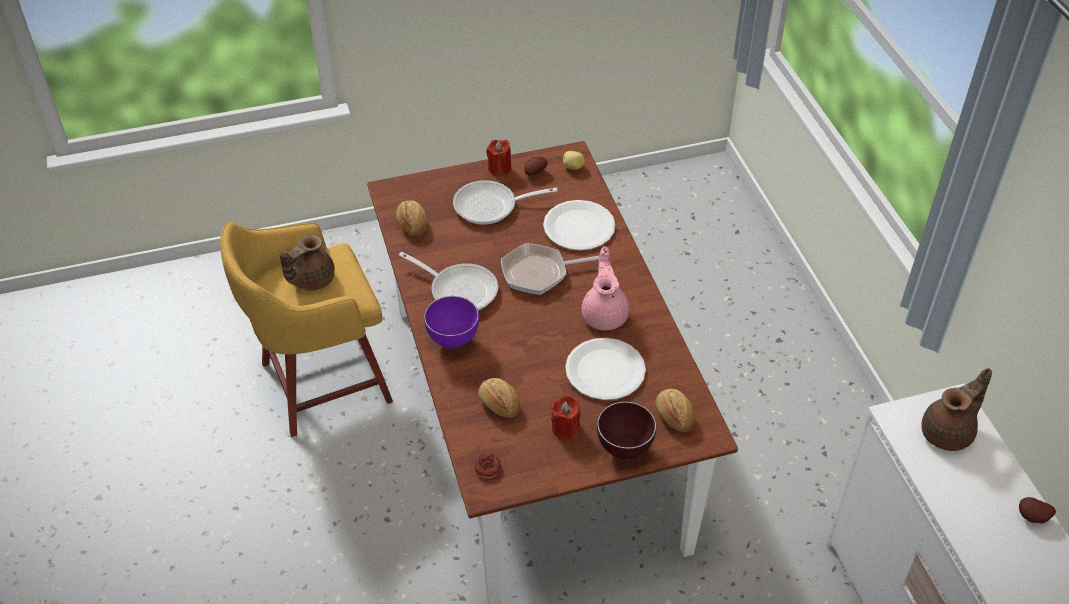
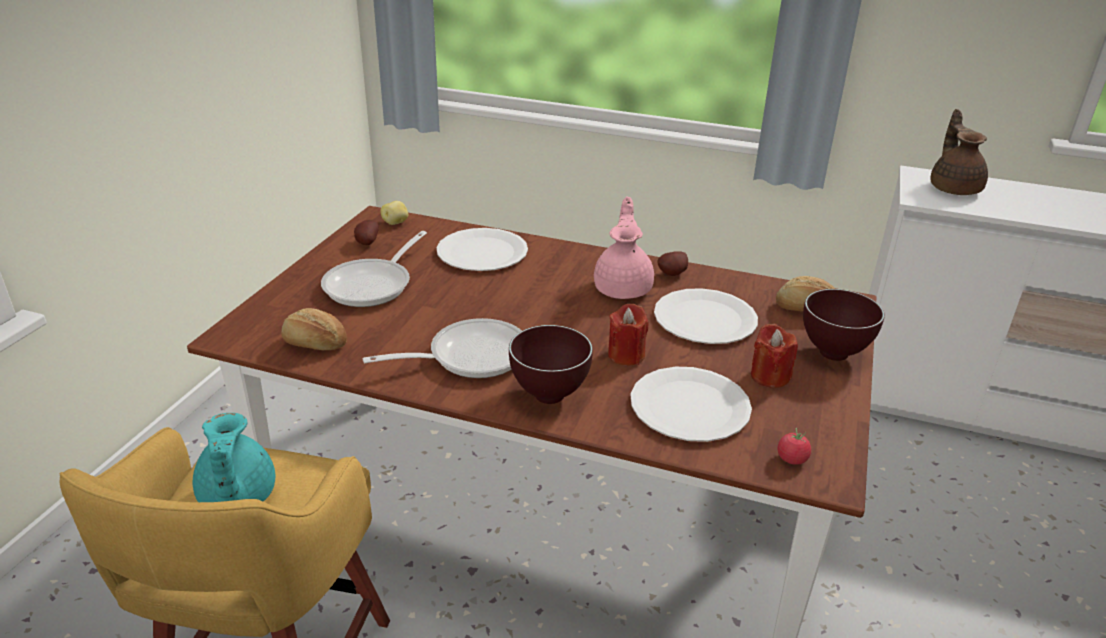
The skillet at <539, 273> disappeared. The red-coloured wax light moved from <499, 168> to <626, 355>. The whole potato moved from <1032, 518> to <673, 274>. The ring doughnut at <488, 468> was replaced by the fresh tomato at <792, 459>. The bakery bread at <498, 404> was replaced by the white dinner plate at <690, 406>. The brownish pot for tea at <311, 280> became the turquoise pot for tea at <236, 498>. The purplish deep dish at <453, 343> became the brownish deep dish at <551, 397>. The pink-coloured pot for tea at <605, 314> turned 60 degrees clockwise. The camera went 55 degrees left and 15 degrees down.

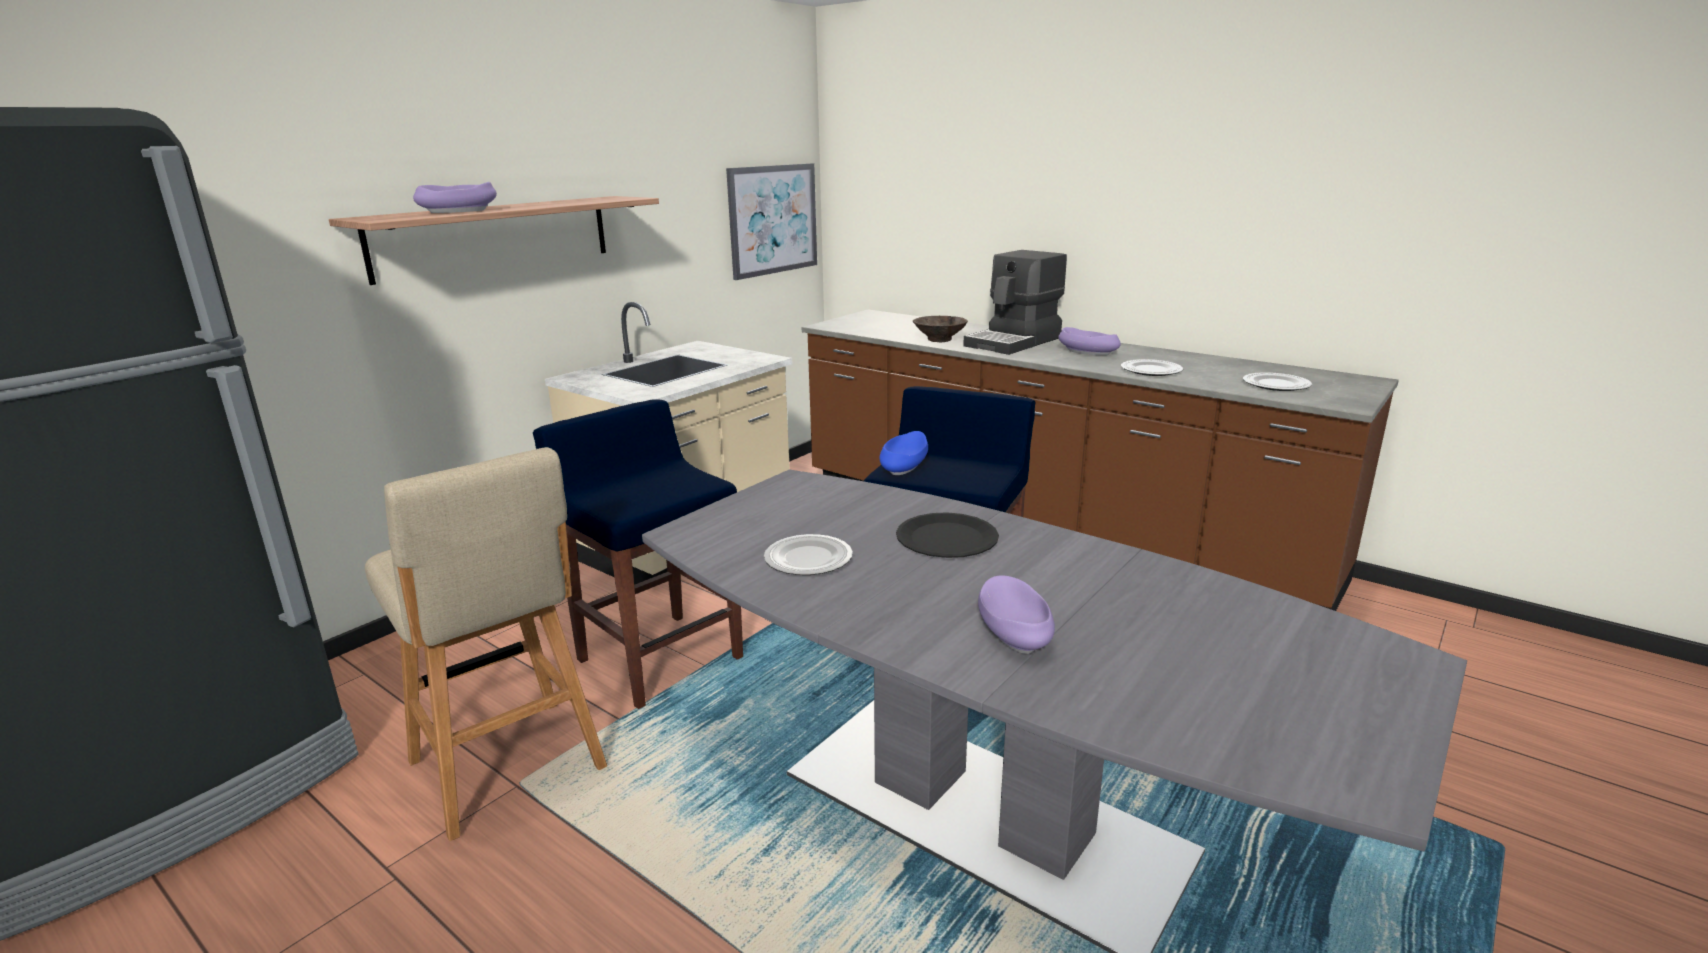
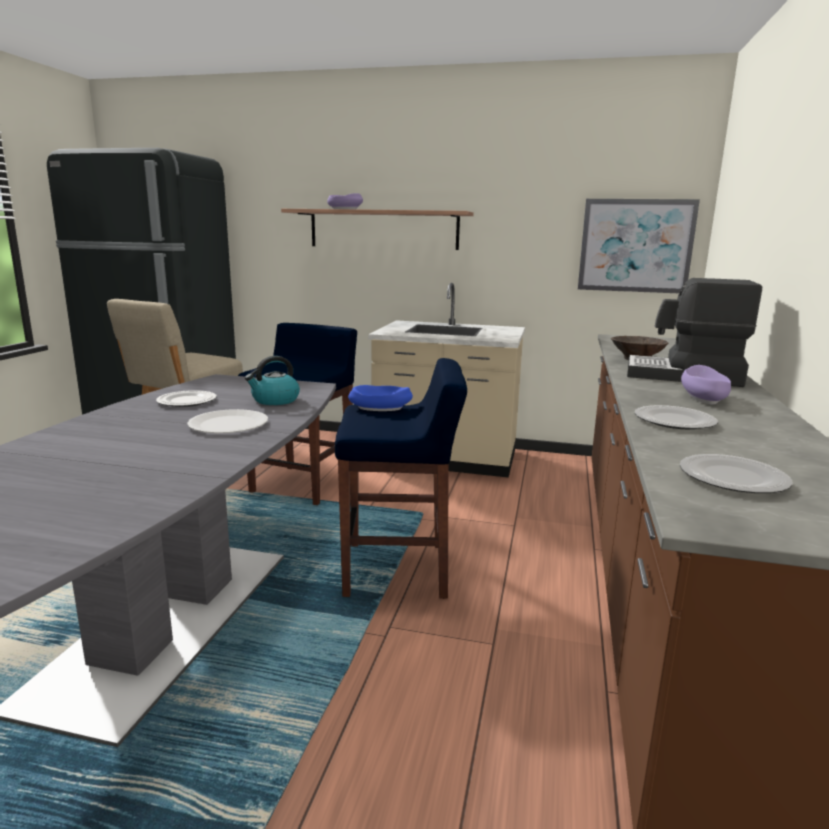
The purplish deep dish at <1014, 633> disappeared. The tea kettle at <275, 400> appeared. The blackish dinner plate at <946, 538> became the white dinner plate at <228, 424>. The camera went 65 degrees right and 5 degrees down.

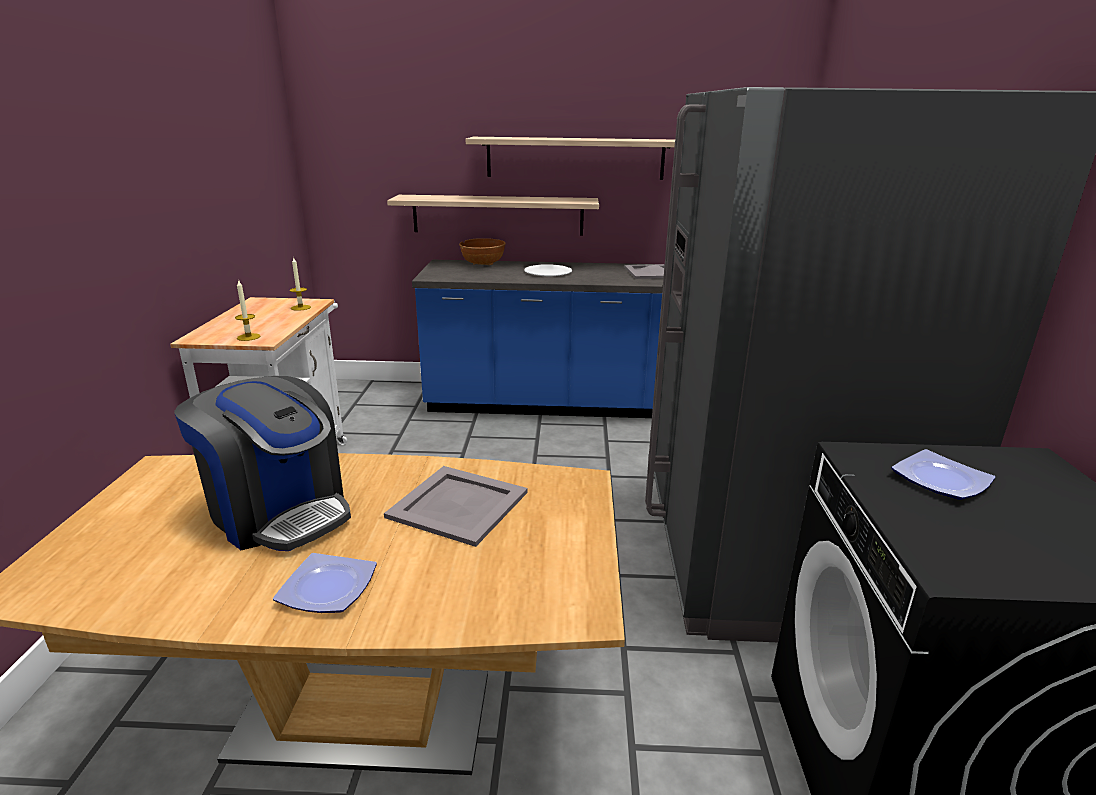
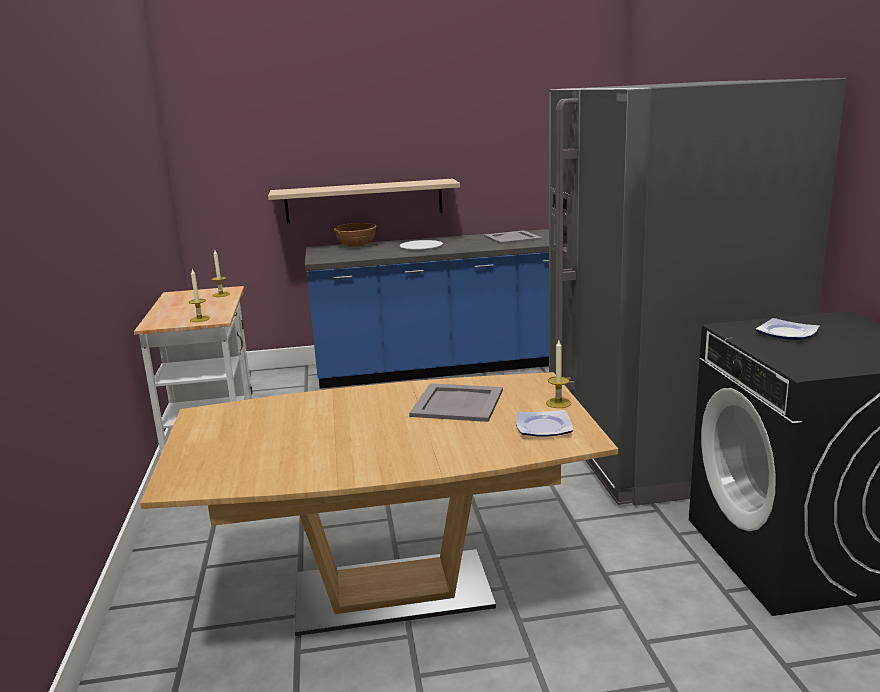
The coffee machine at <278, 512> disappeared. The wall shelf at <575, 158> disappeared. The wax light at <558, 403> appeared. The dinner plate moved from <325, 589> to <542, 428>. The camera went 10 degrees left and 5 degrees down.

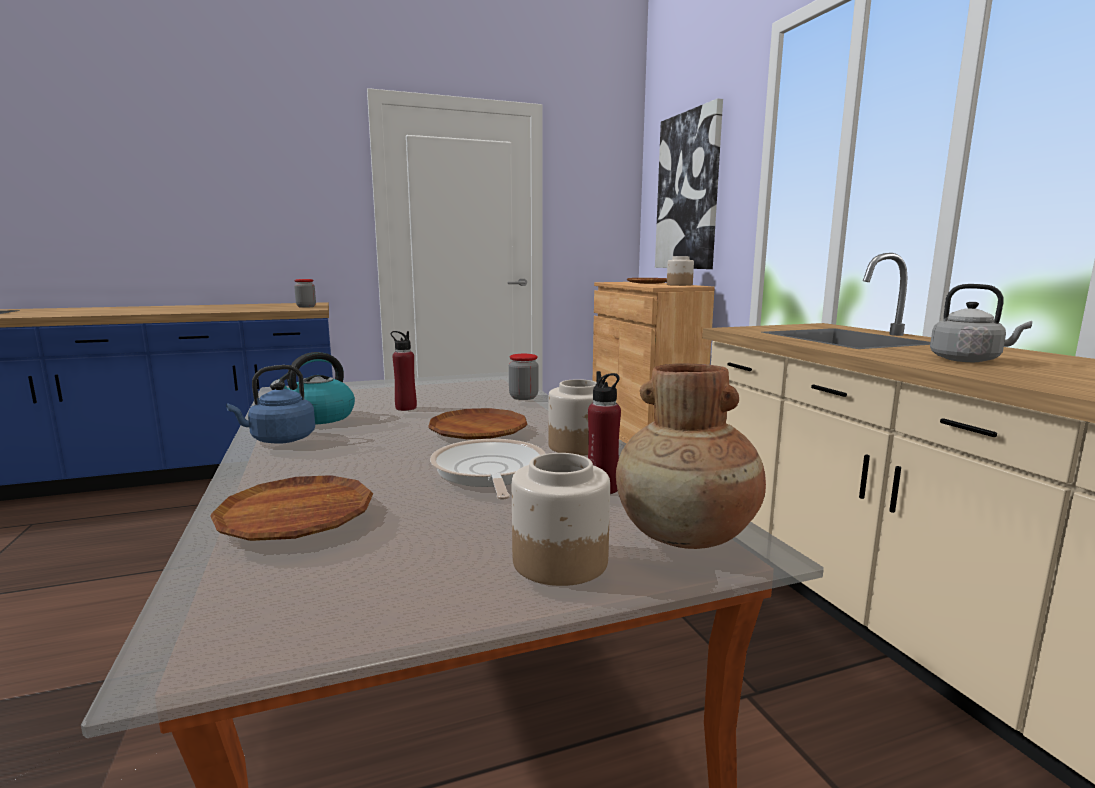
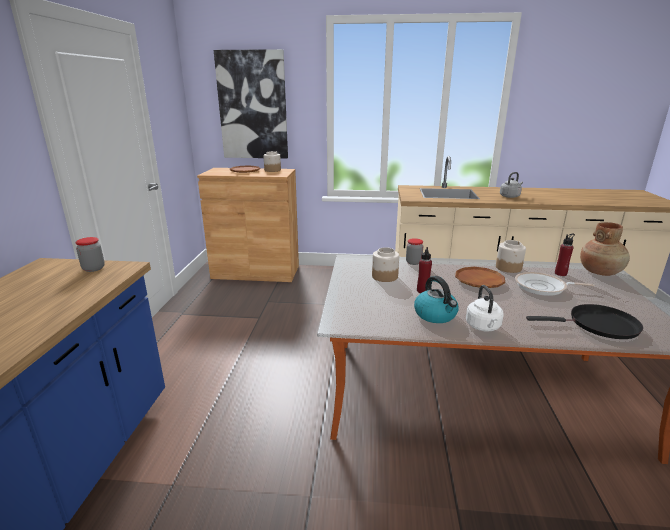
The jar moved from <558, 561> to <384, 277>. The brownish dinner plate at <296, 517> was replaced by the blackish skillet at <598, 325>. The blue tea kettle at <280, 440> became the white tea kettle at <483, 327>. The camera went 65 degrees left and 10 degrees up.

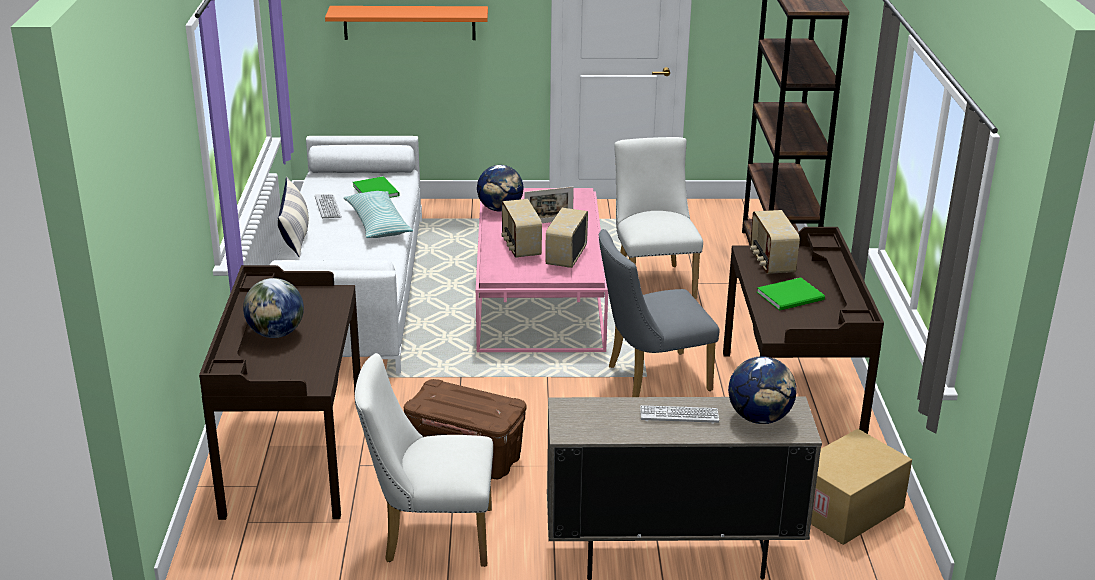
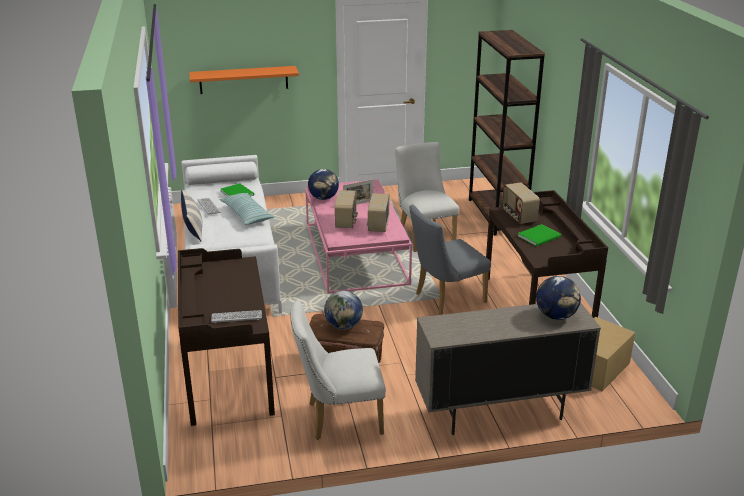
The world globe moved from <276, 334> to <344, 326>. The keyboard moved from <679, 415> to <236, 317>. The radio set at <520, 247> turned 150 degrees counterclockwise. The camera went 10 degrees left and 0 degrees up.

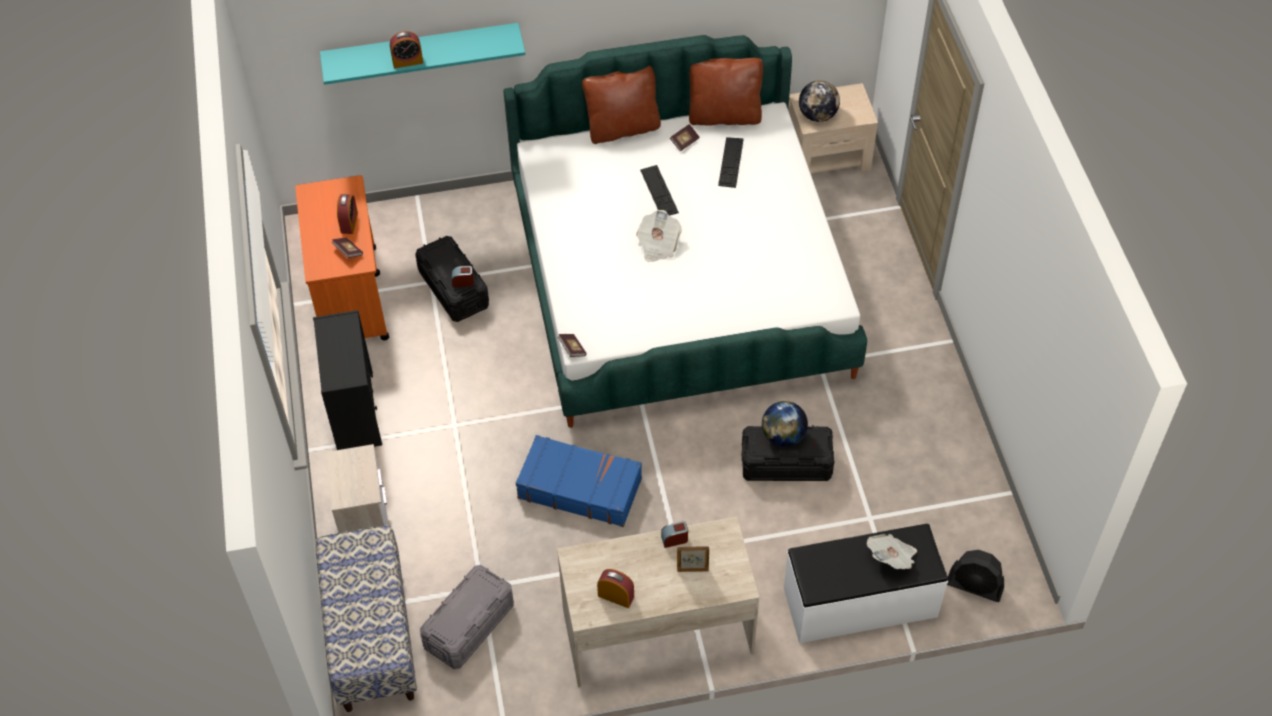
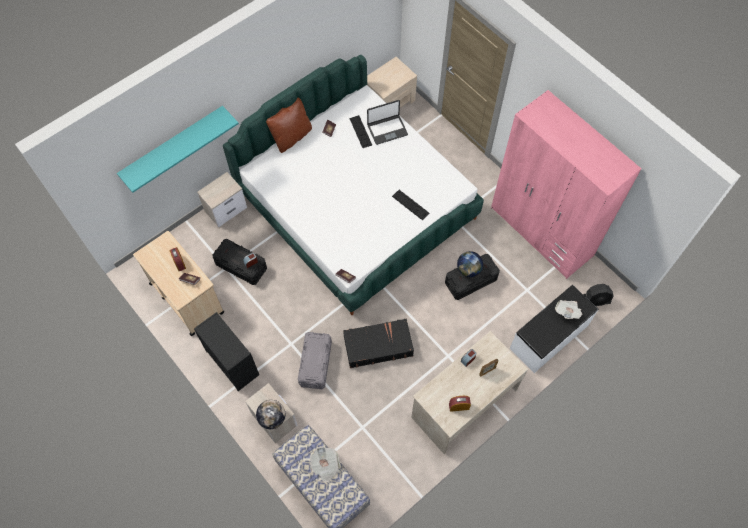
The table clock at <407, 61> disappeared. The brownish throw pillow at <724, 116> disappeared. The nightstand at <226, 209> appeared. The notebook computer at <387, 130> appeared. The pink-coloured wardrobe at <541, 232> appeared. The grey storage box moved from <469, 625> to <315, 364>. The printed paper moved from <658, 245> to <325, 466>. The keyboard moved from <659, 191> to <410, 205>. The world globe moved from <817, 115> to <272, 418>. The orange cart at <350, 296> became the beige cart at <186, 297>. The blue suitcase at <580, 487> became the blackish suitcase at <378, 345>. The camera went 30 degrees left and 10 degrees up.

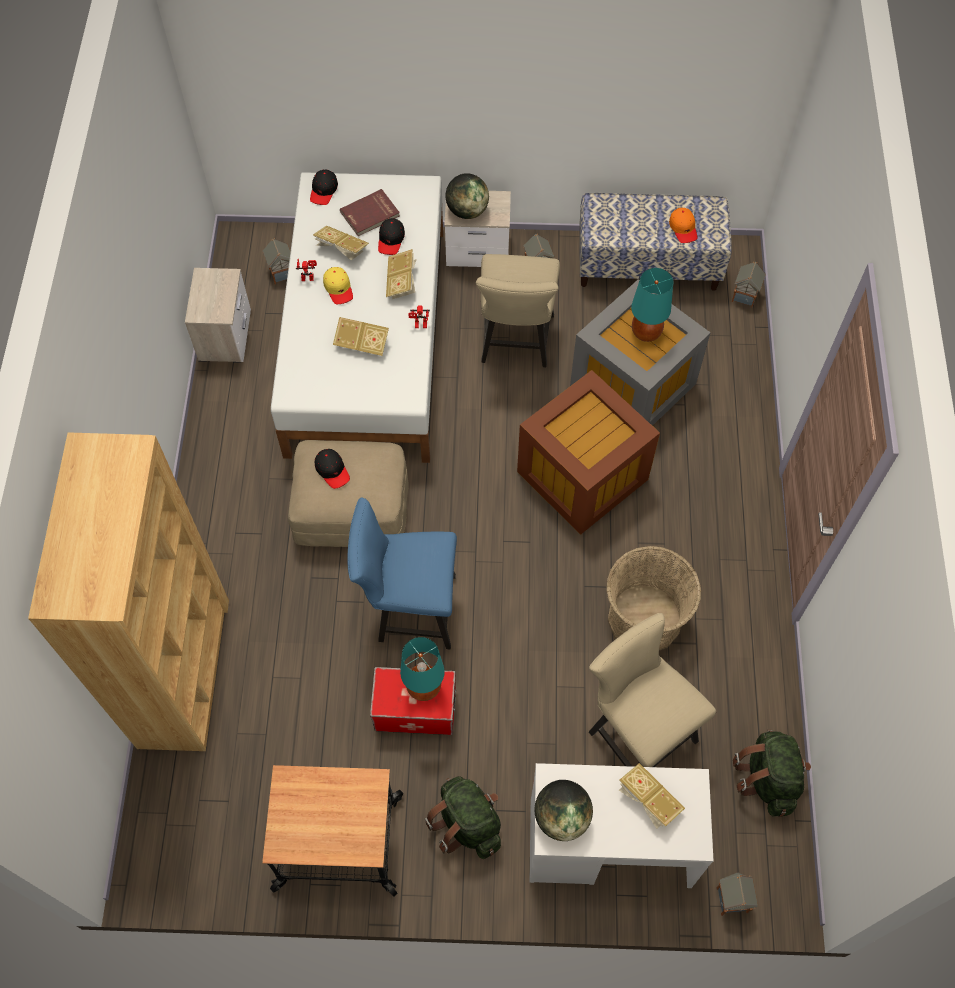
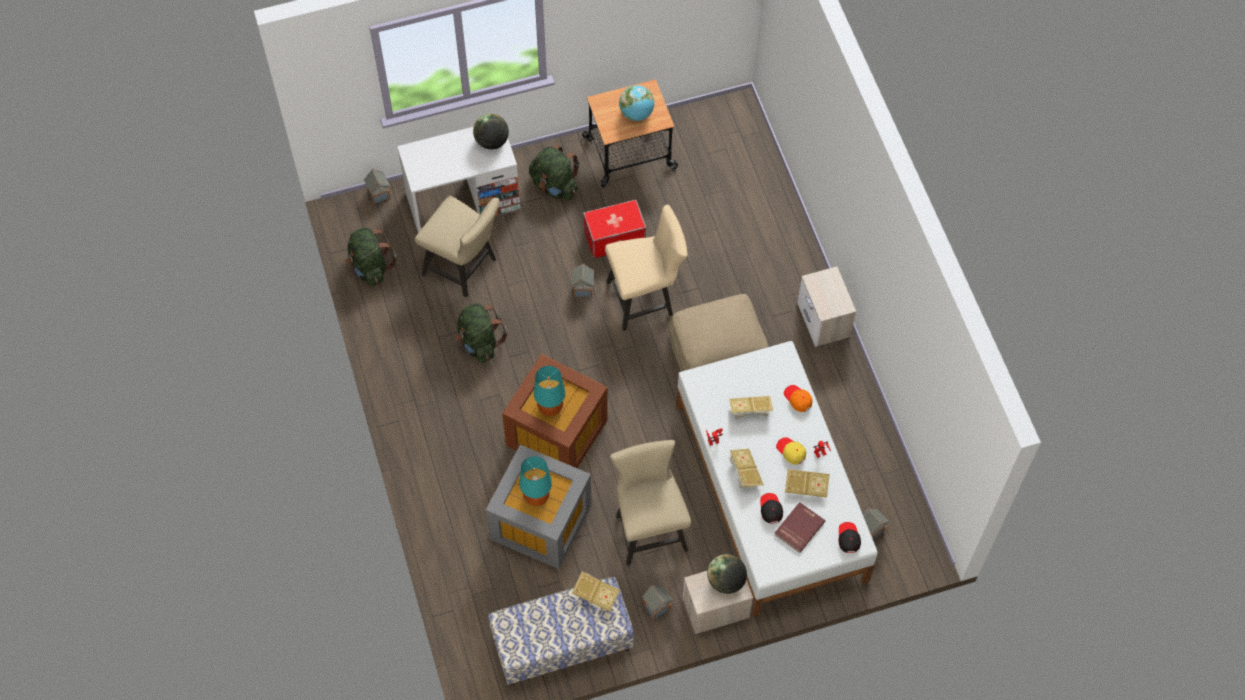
The brownish shelving unit at <184, 671> disappeared. The blackish peaked cap at <332, 470> disappeared. The world globe at <636, 113> appeared. The nightstand moved from <225, 334> to <823, 321>. The turquoise table lamp moved from <424, 688> to <550, 407>. The volume moved from <648, 800> to <596, 594>. The orange peaked cap moved from <683, 228> to <798, 399>. The model house moved from <744, 295> to <583, 289>. The storage basket at <644, 618> was replaced by the greenish backpack at <479, 342>. The blue chair at <409, 609> became the beige chair at <645, 298>. The camera went 160 degrees right and 0 degrees up.

